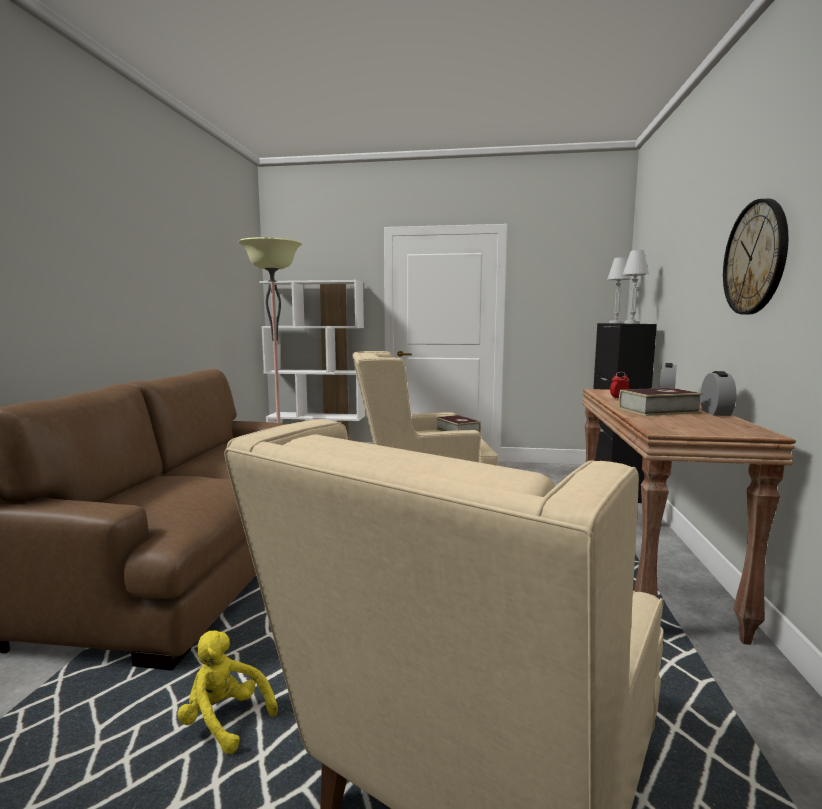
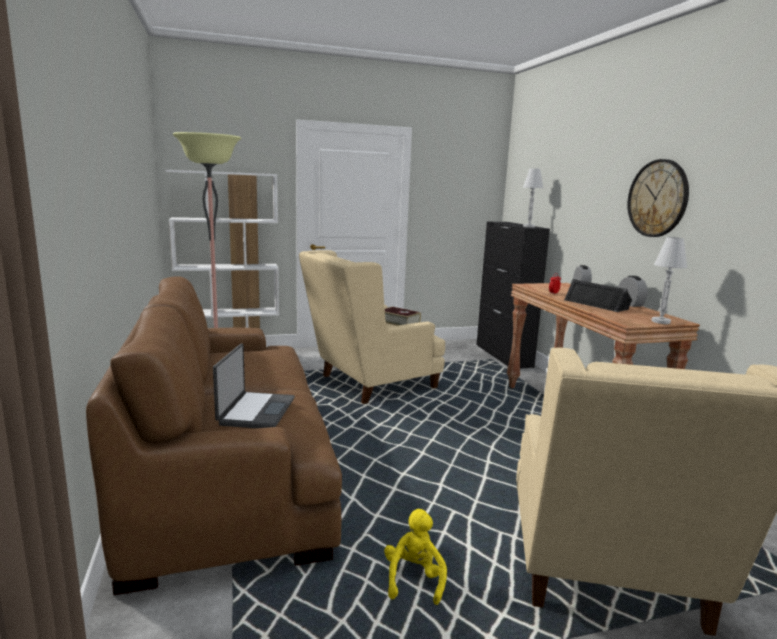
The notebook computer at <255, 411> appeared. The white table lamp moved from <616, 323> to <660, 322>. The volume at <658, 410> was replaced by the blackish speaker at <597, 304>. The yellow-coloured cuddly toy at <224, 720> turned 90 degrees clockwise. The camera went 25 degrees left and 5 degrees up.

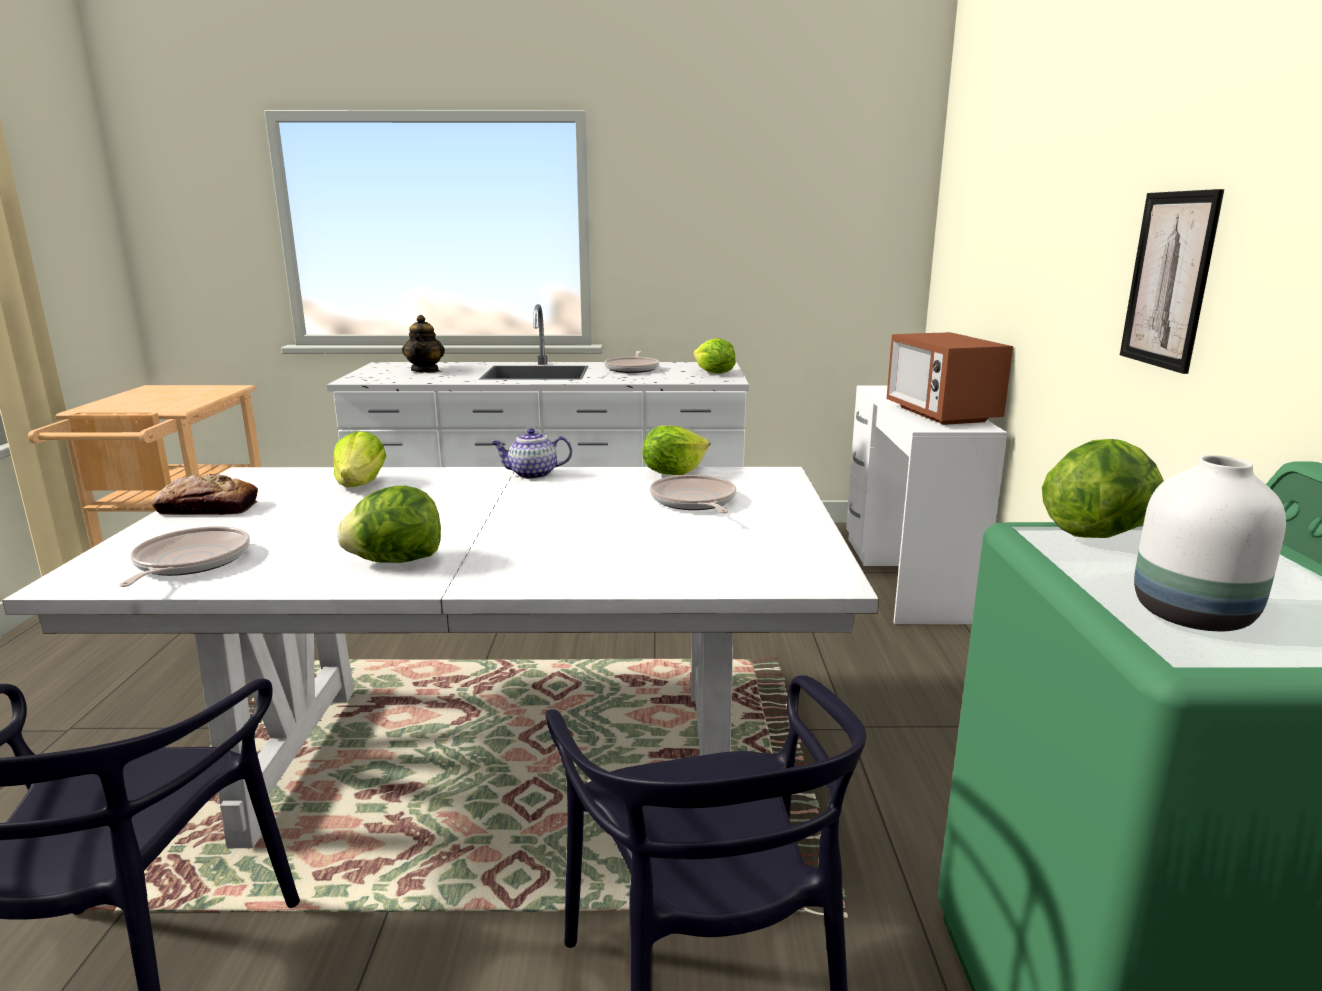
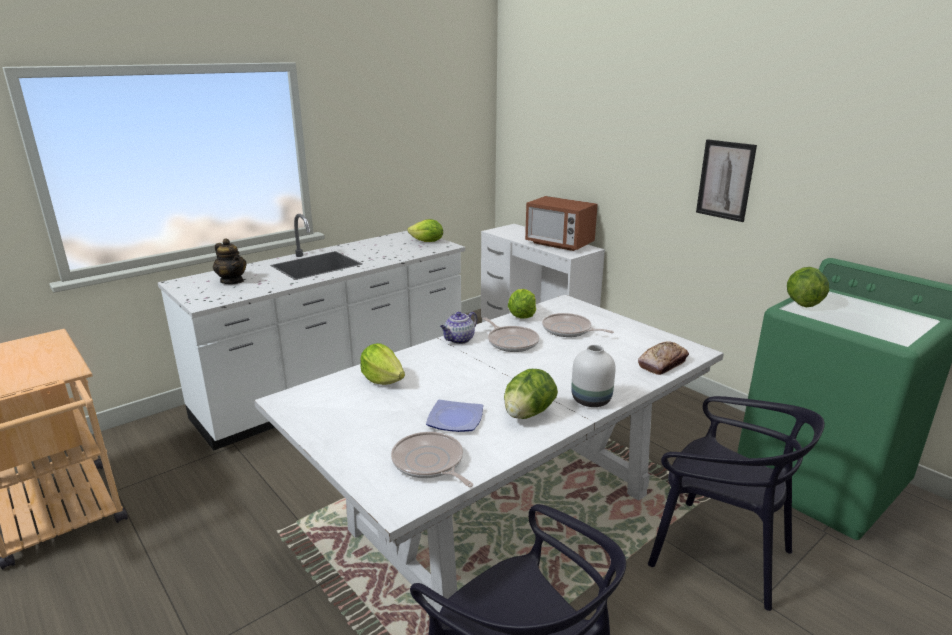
The dinner plate at <454, 420> appeared. The bakery bread moved from <208, 508> to <663, 363>. The skillet moved from <632, 369> to <511, 342>. The white flower vase moved from <1195, 615> to <591, 400>. The camera went 40 degrees left and 5 degrees up.

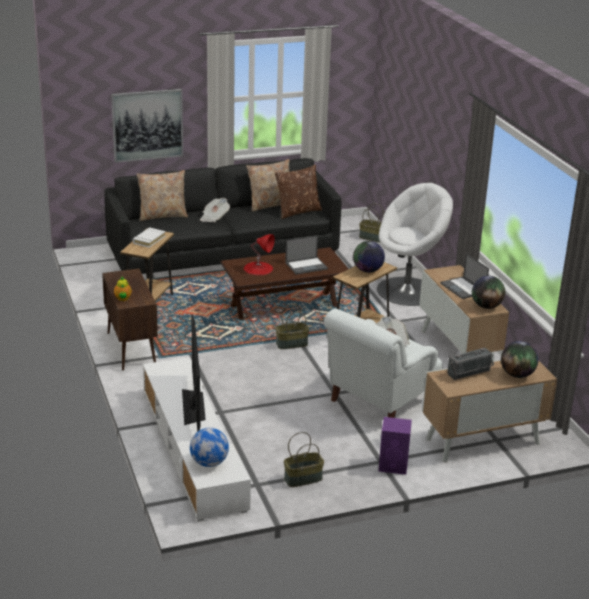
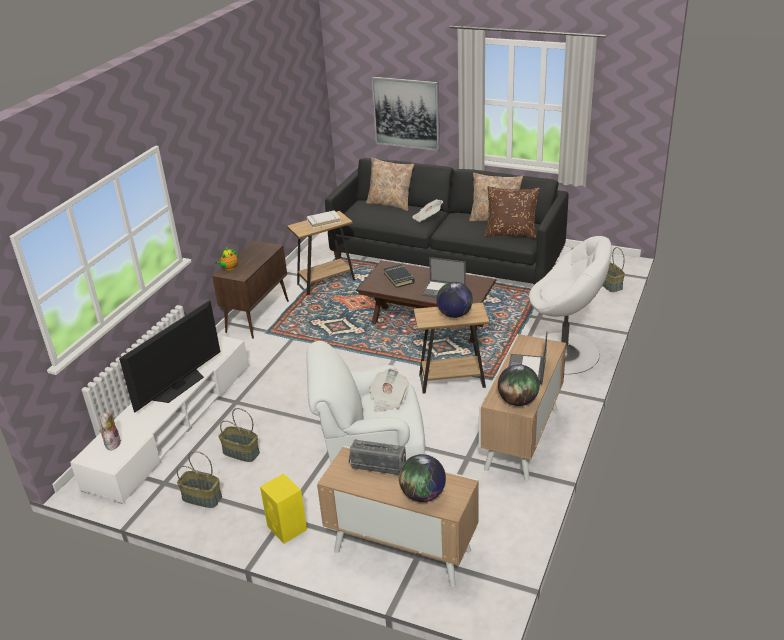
The storage basket moved from <291, 344> to <240, 453>. The world globe at <209, 463> was replaced by the cuddly toy at <112, 443>. The red-coloured table lamp at <258, 268> was replaced by the blackish volume at <399, 278>. The purplish speaker at <394, 465> became the yellow-coloured speaker at <287, 528>. The camera went 45 degrees right and 5 degrees up.

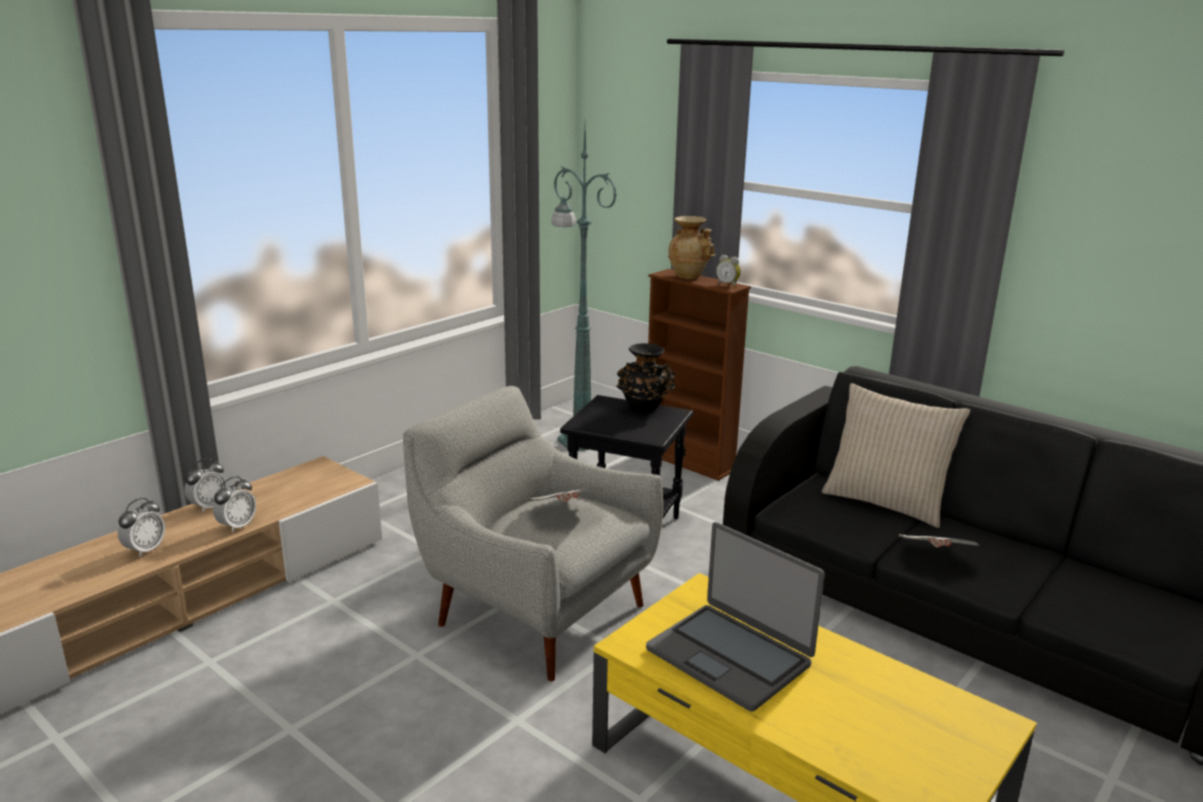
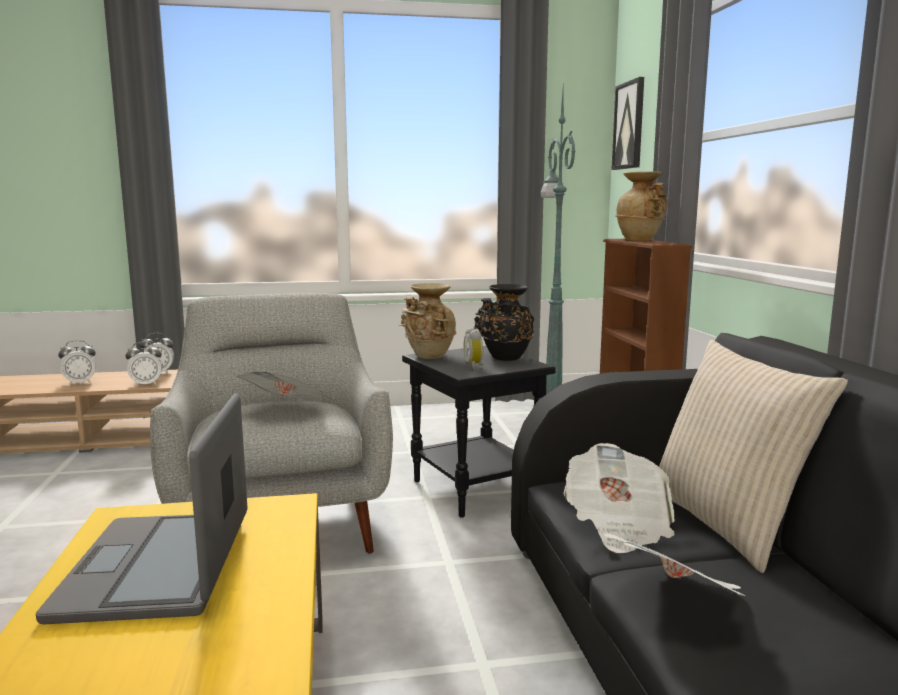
The beige flower vase at <429, 356> appeared. The printed paper at <617, 525> appeared. The picture at <629, 125> appeared. The table clock moved from <728, 285> to <474, 366>. The camera went 40 degrees right and 10 degrees down.

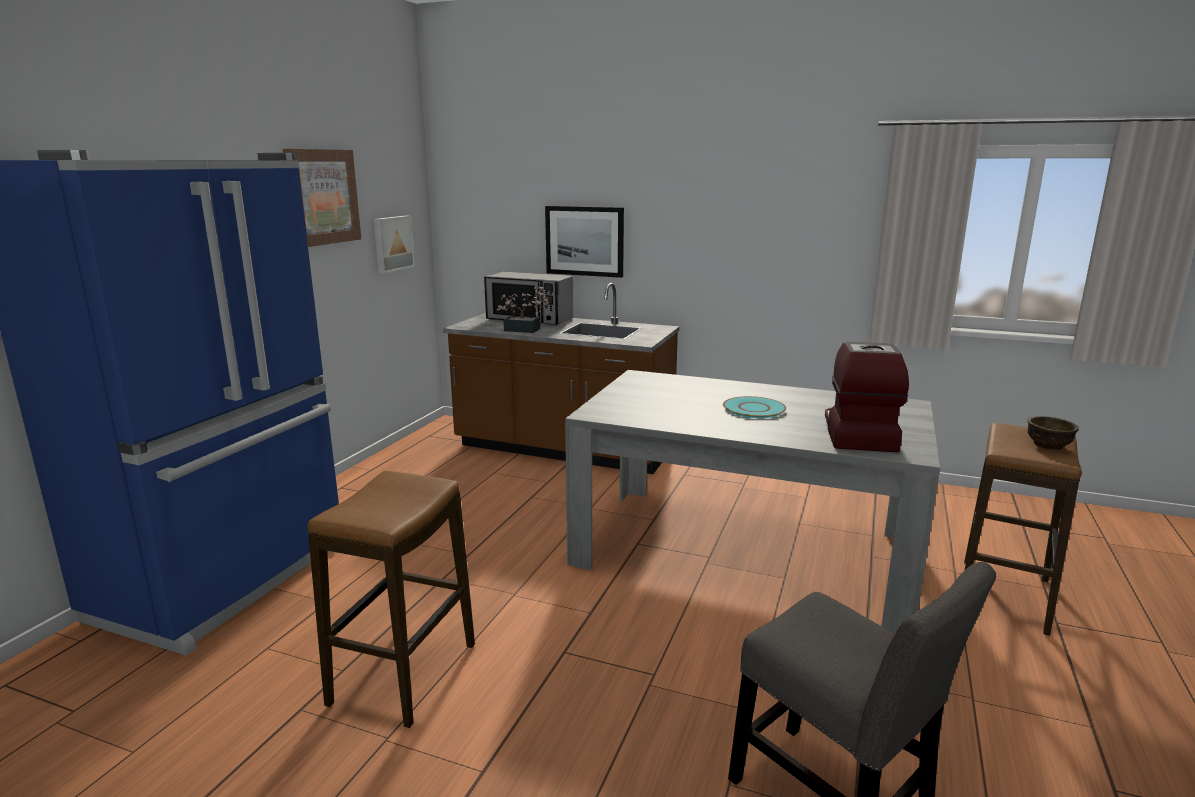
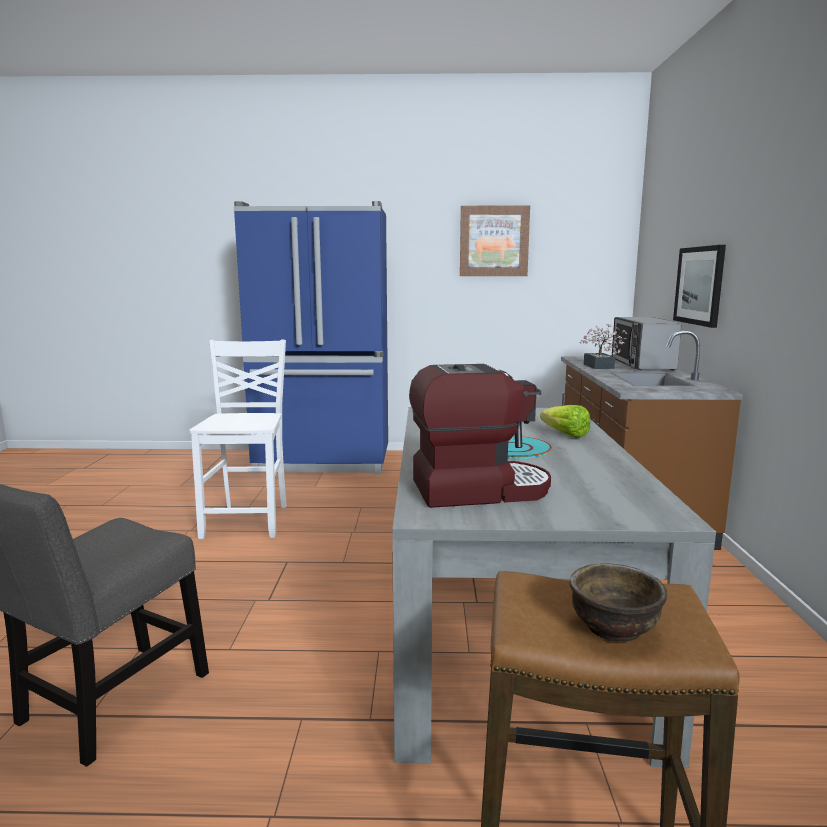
The picture at <392, 243> disappeared. The lettuce at <562, 434> appeared. The stool at <404, 674> was replaced by the white chair at <248, 521>. The camera went 70 degrees right and 5 degrees down.

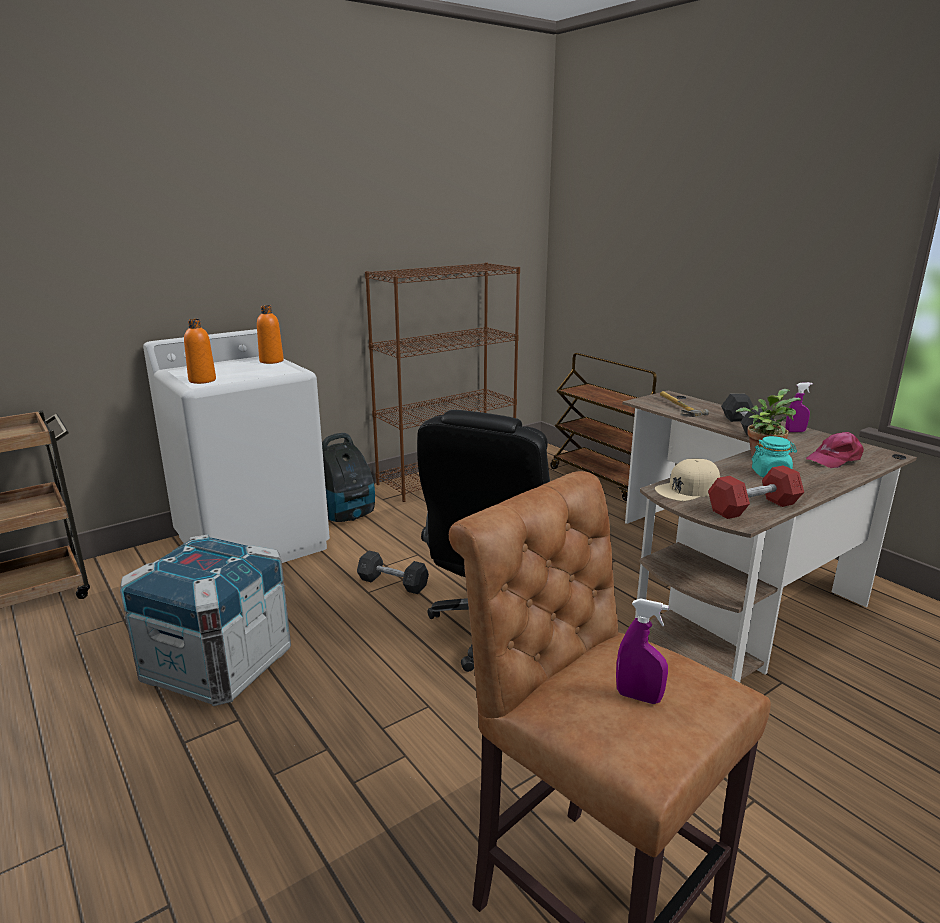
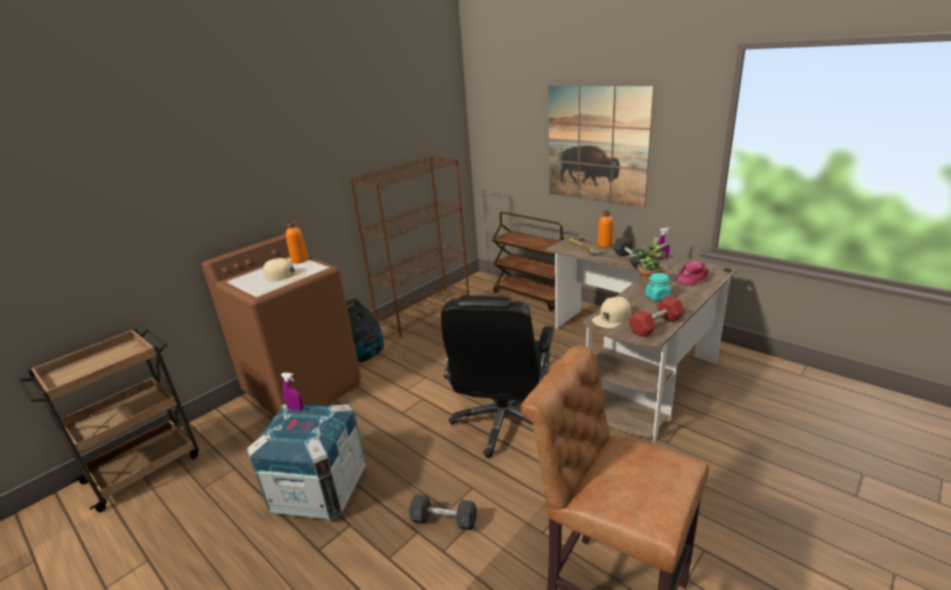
The beige peaked cap at <285, 275> appeared. The picture at <596, 145> appeared. The orange drink bottle moved from <202, 380> to <605, 244>. The grey hand weight moved from <393, 583> to <444, 520>. The purplish sprayer moved from <638, 697> to <296, 409>. The white washing machine at <253, 542> became the brownish washing machine at <304, 389>. The camera went 10 degrees left and 5 degrees up.

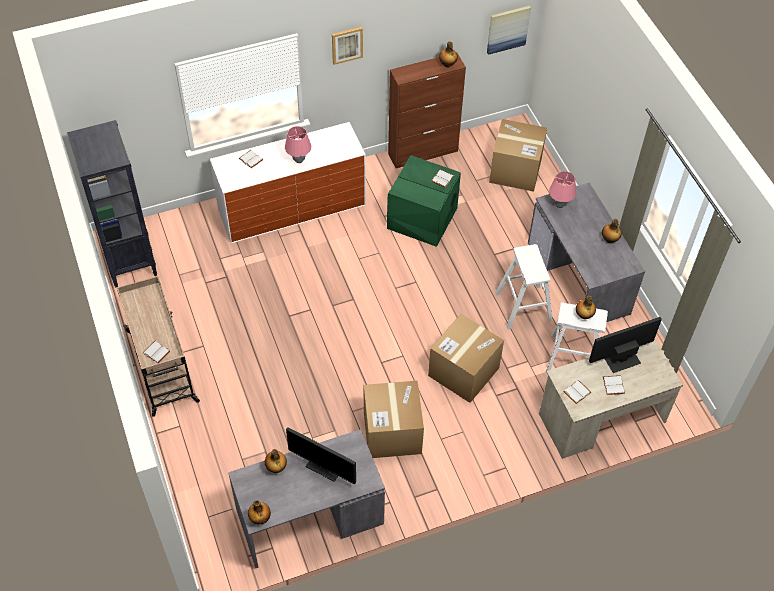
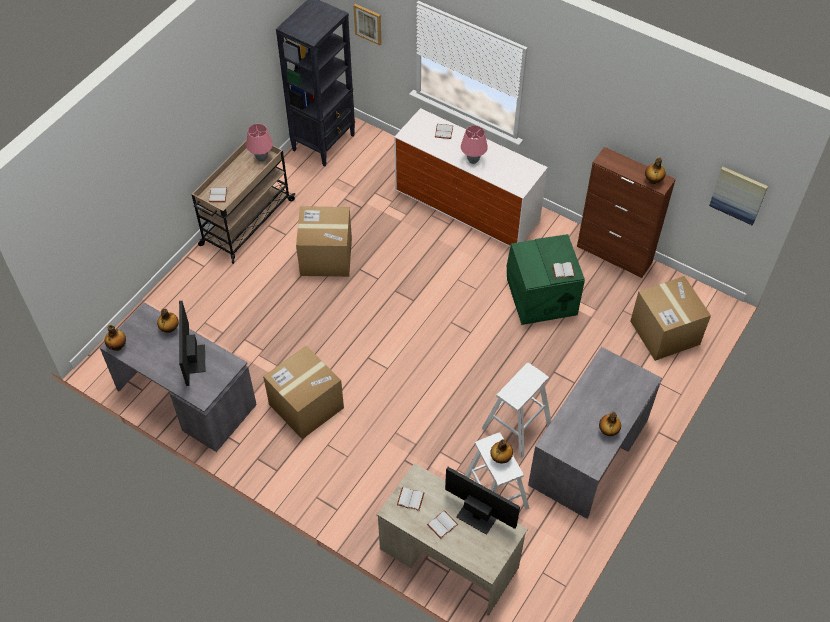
The picture moved from <347, 44> to <368, 23>. The carton moved from <463, 371> to <326, 256>. The pink-coloured table lamp moved from <559, 204> to <261, 158>. The camera went 55 degrees right and 0 degrees up.

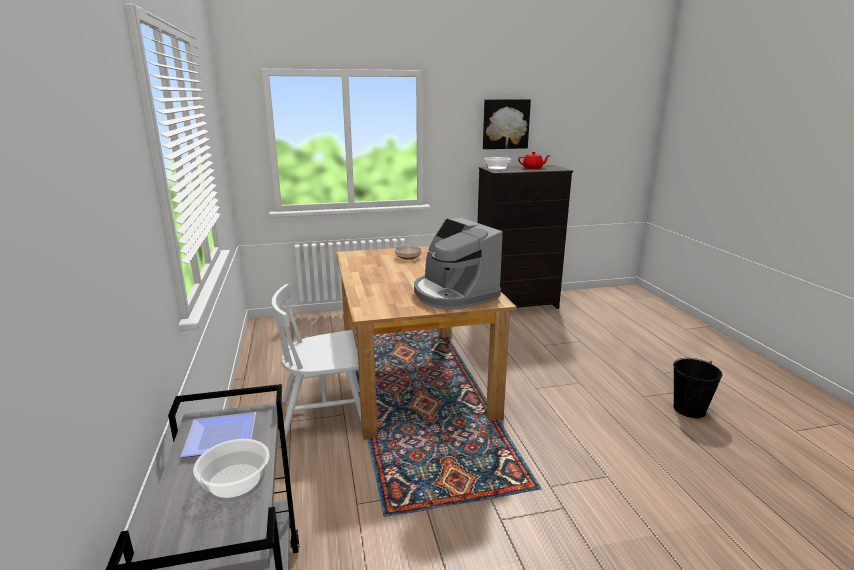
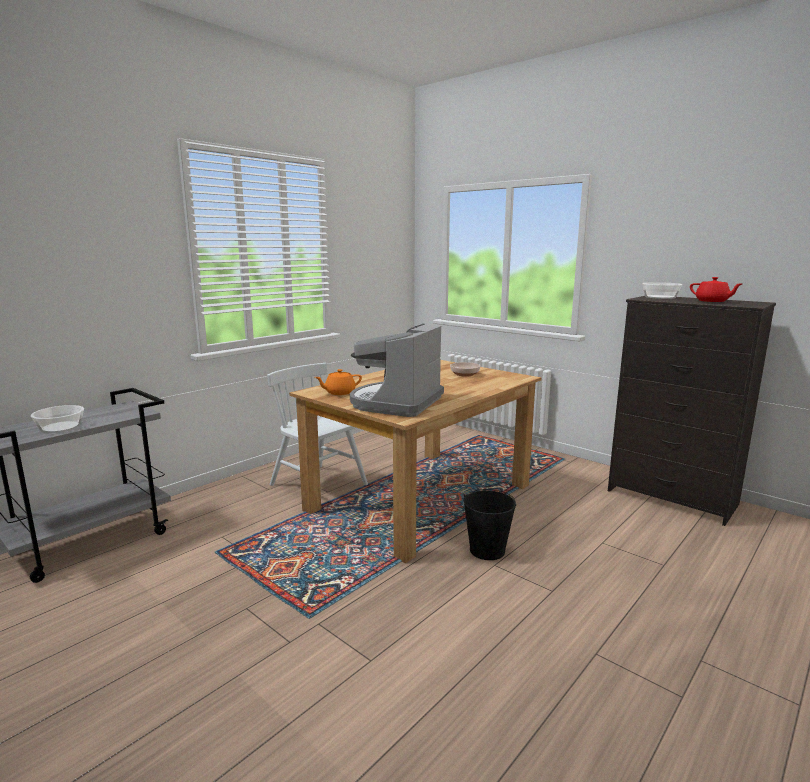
The dinner plate at <218, 439> disappeared. The picture at <505, 124> disappeared. The orange pot for tea at <339, 392> appeared. The blackish bucket moved from <689, 409> to <487, 550>. The camera went 55 degrees right and 5 degrees down.

